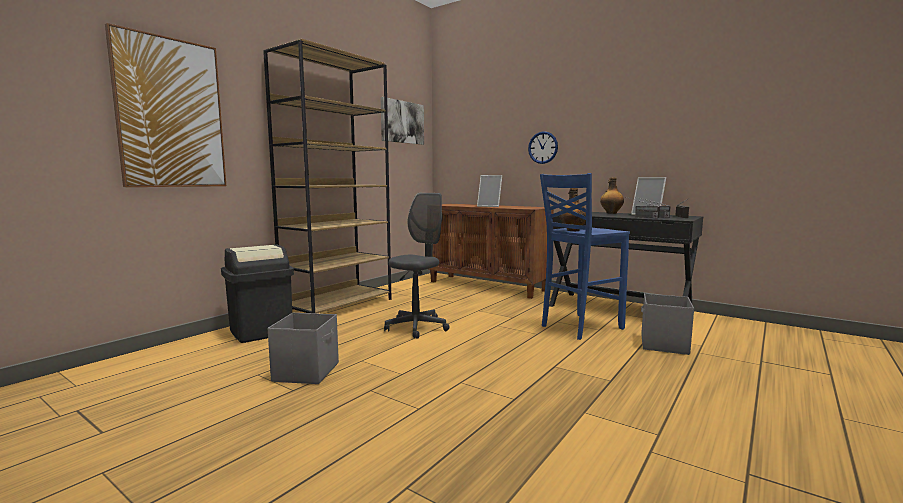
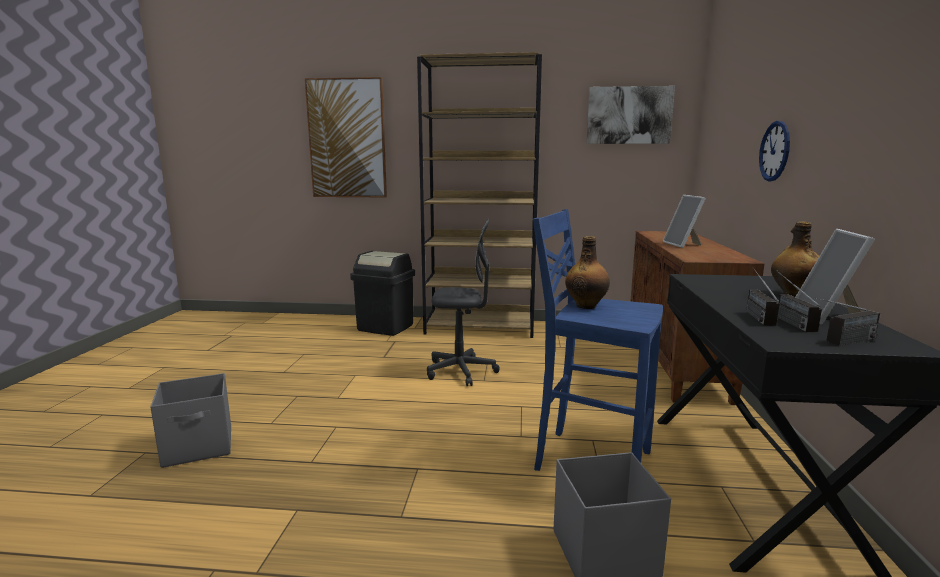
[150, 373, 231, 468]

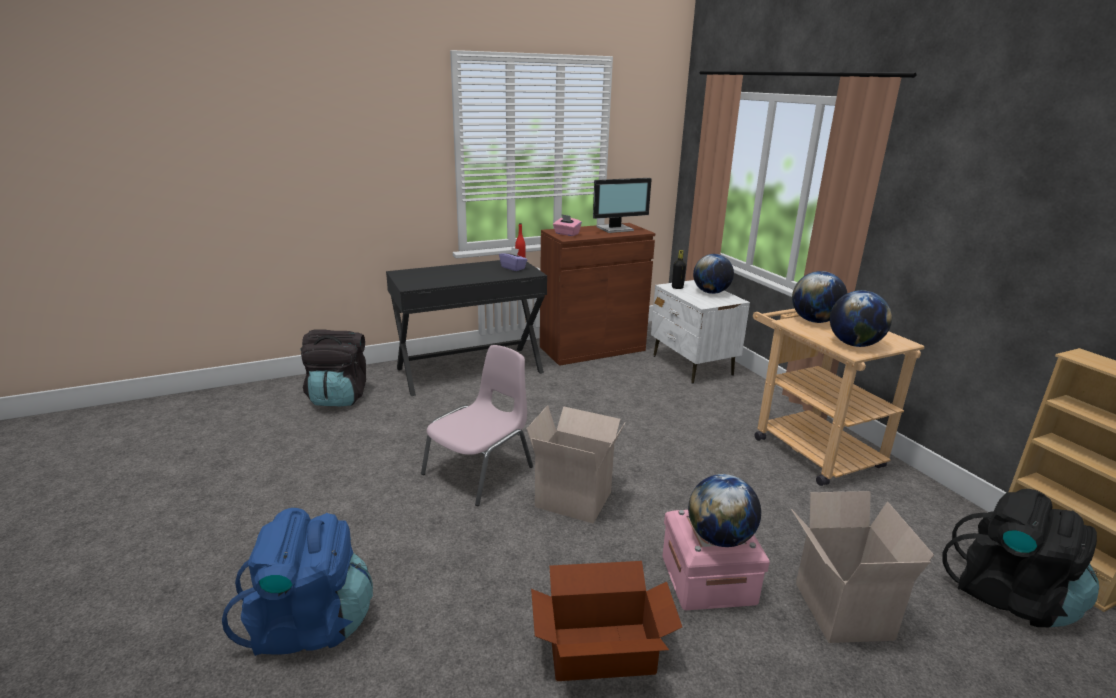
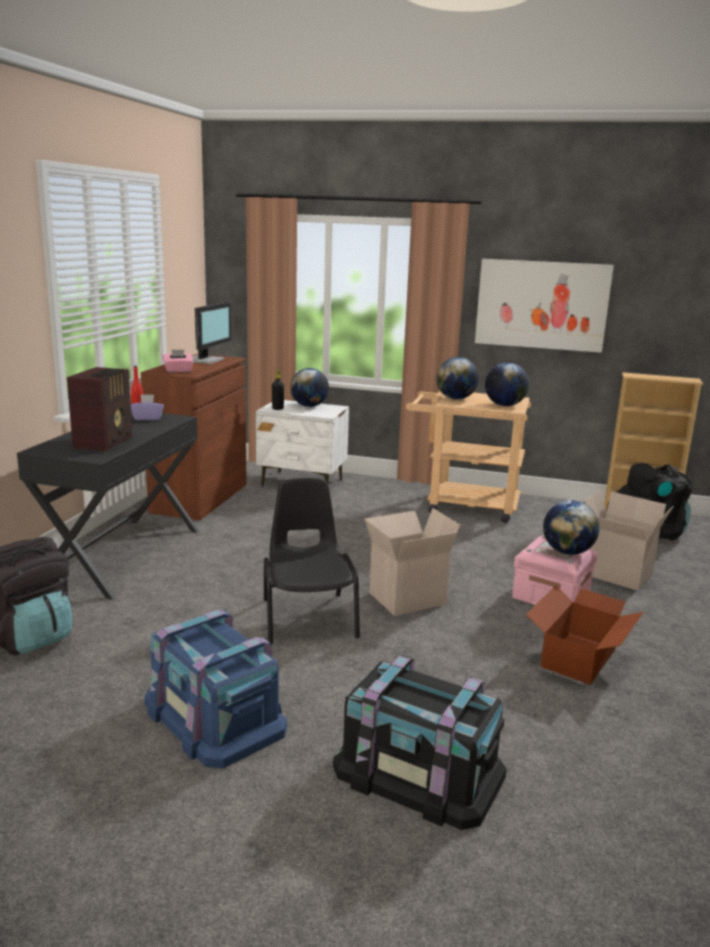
[264, 478, 360, 644]
[333, 655, 506, 830]
[475, 259, 614, 353]
[67, 367, 133, 452]
[144, 609, 287, 768]

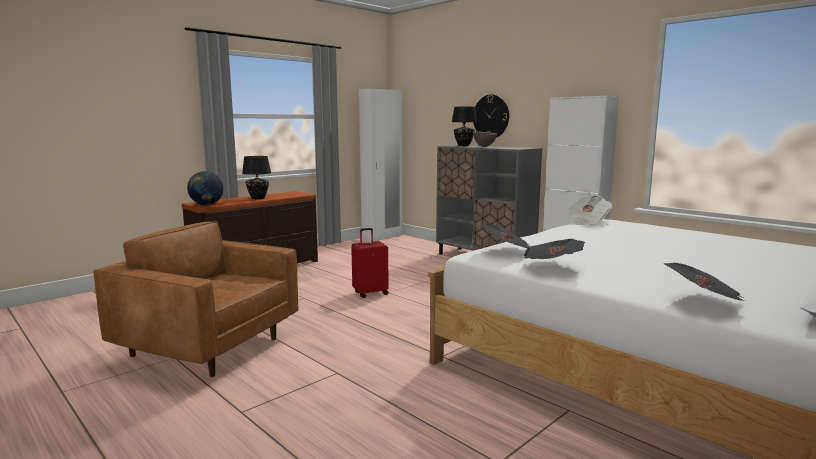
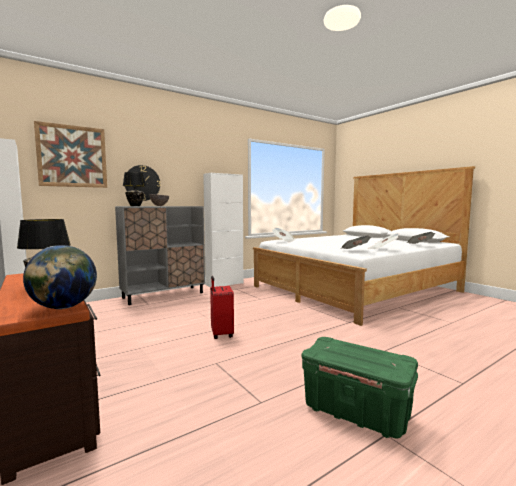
[302, 337, 418, 439]
[34, 121, 107, 188]

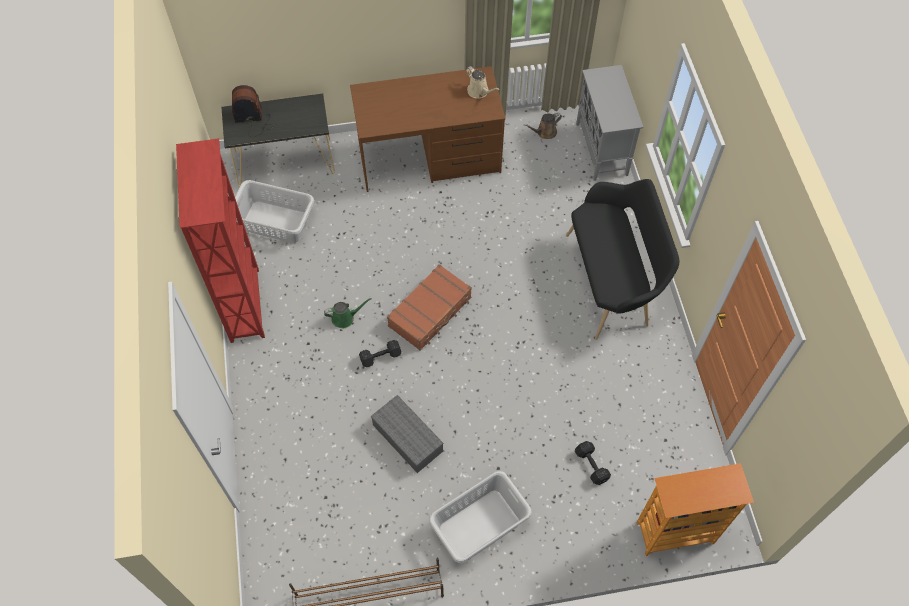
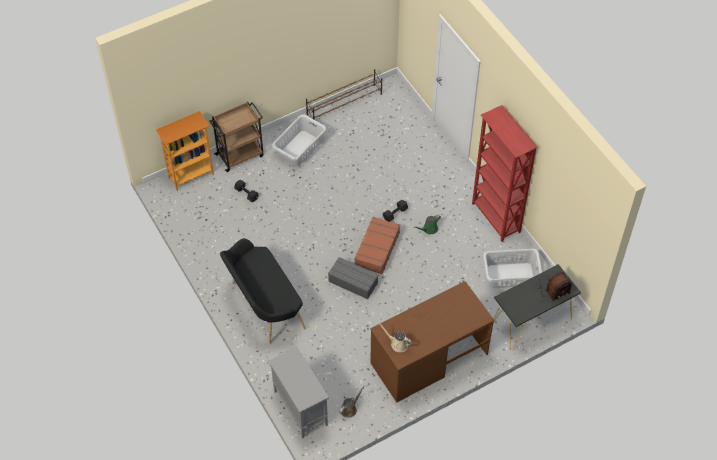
[328, 257, 379, 299]
[209, 102, 264, 172]

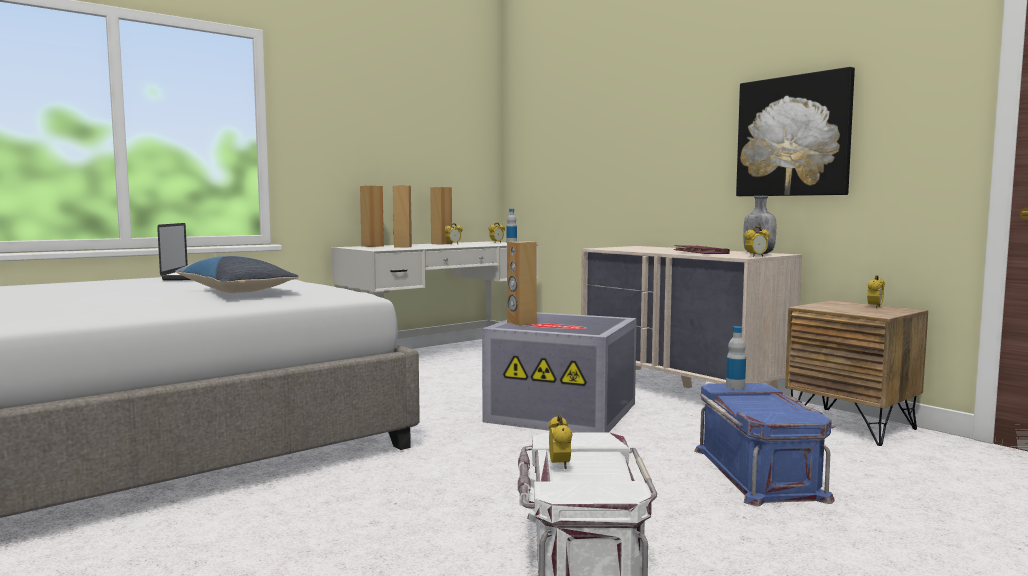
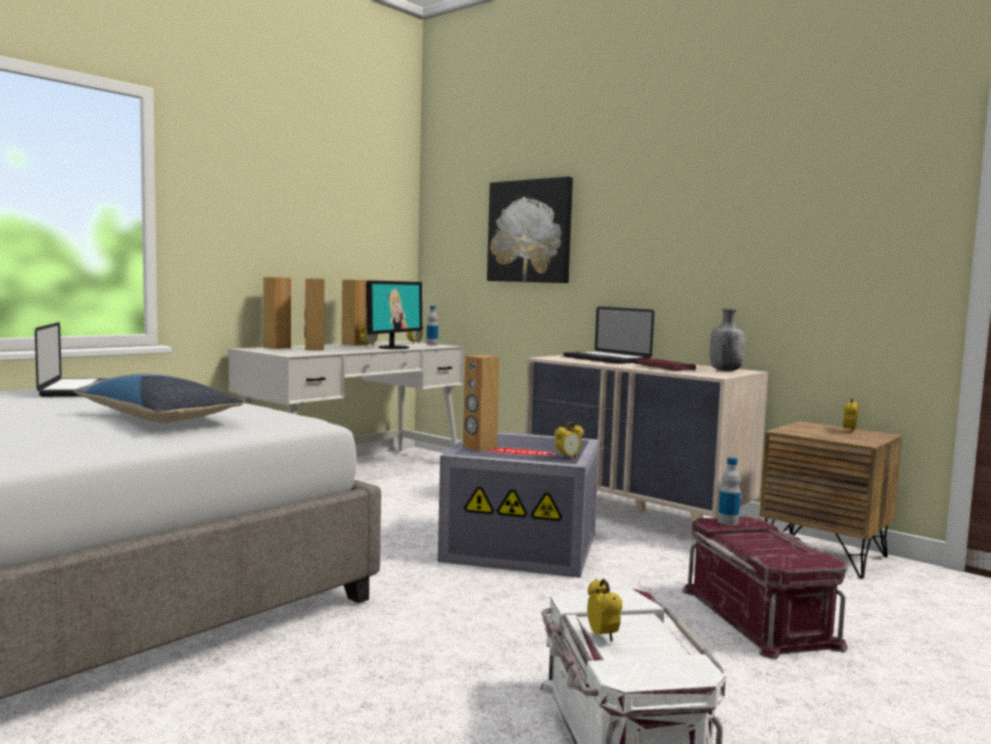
[487, 176, 573, 283]
[554, 422, 584, 459]
[682, 516, 848, 659]
[366, 280, 422, 349]
[563, 306, 654, 364]

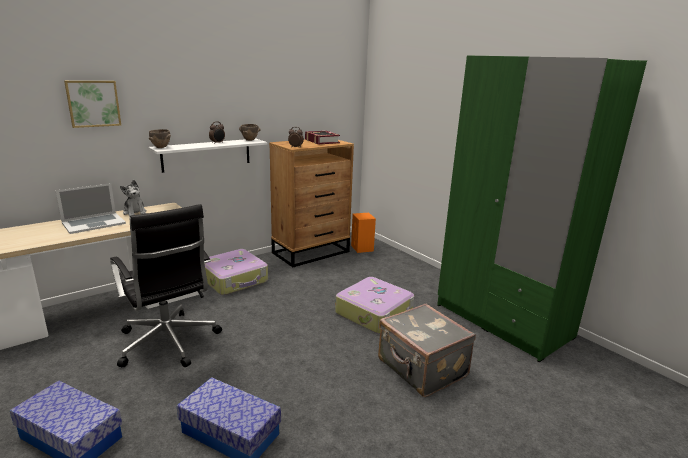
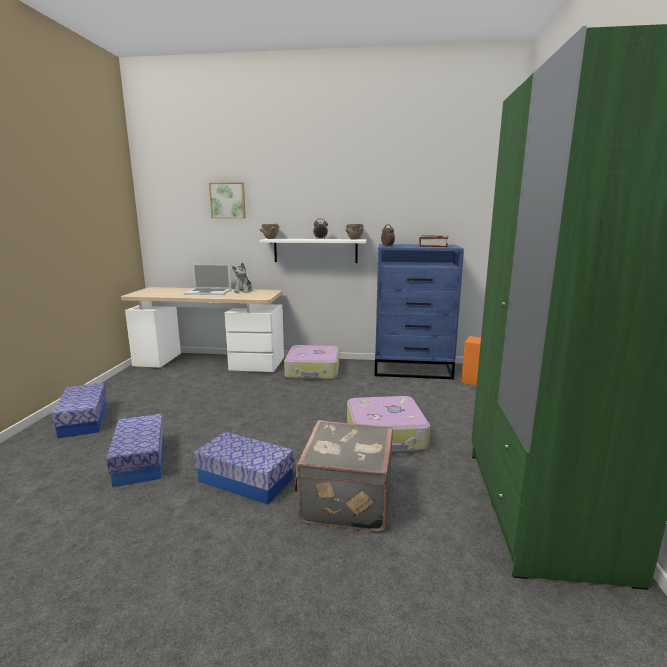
[374, 244, 464, 380]
[110, 204, 222, 367] (first image)
[194, 432, 295, 505]

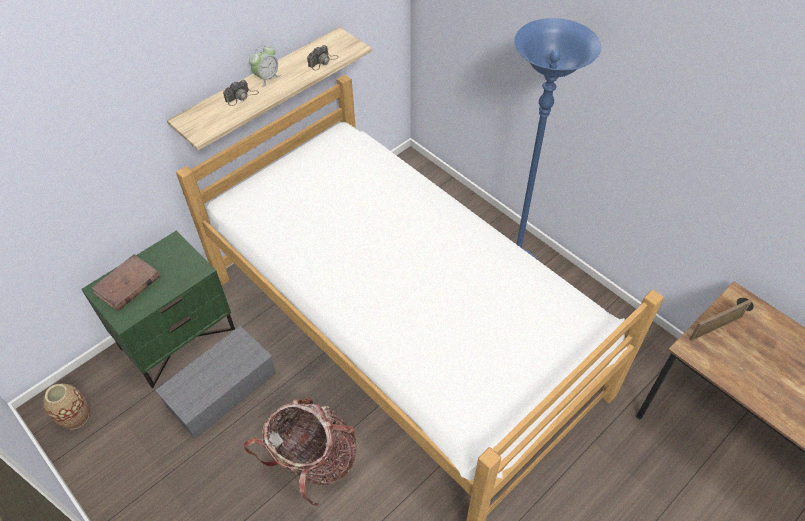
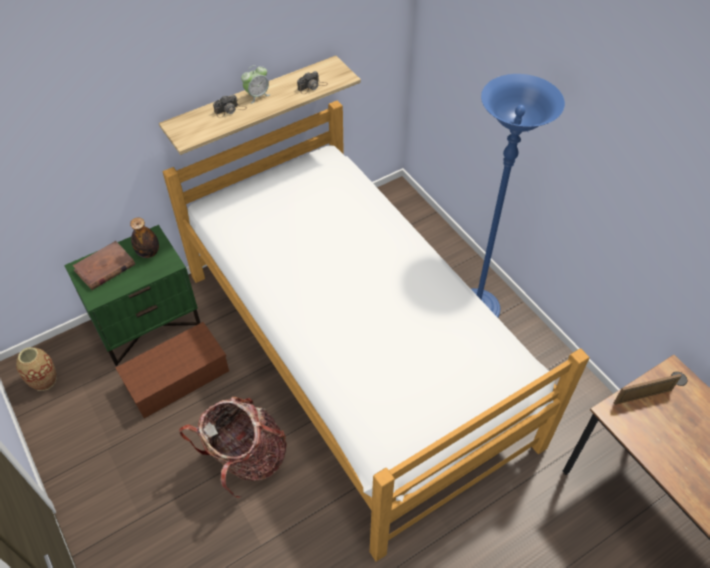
[115, 322, 229, 418]
[130, 217, 159, 258]

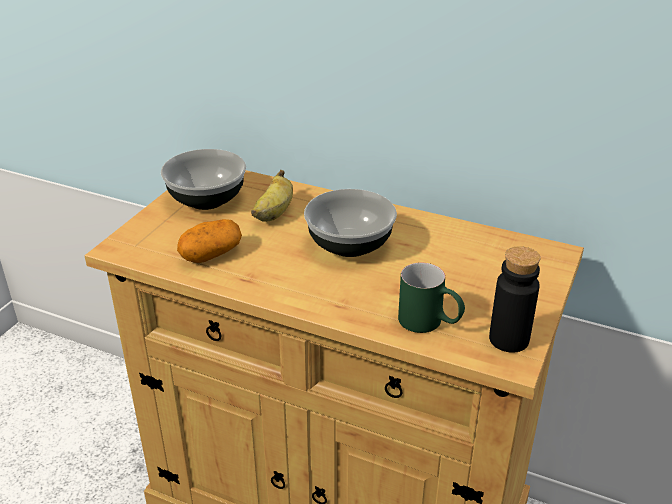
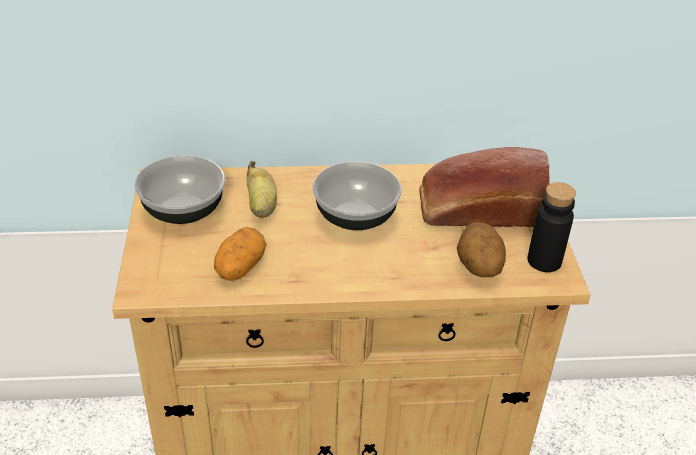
[457, 222, 506, 277]
[419, 147, 550, 227]

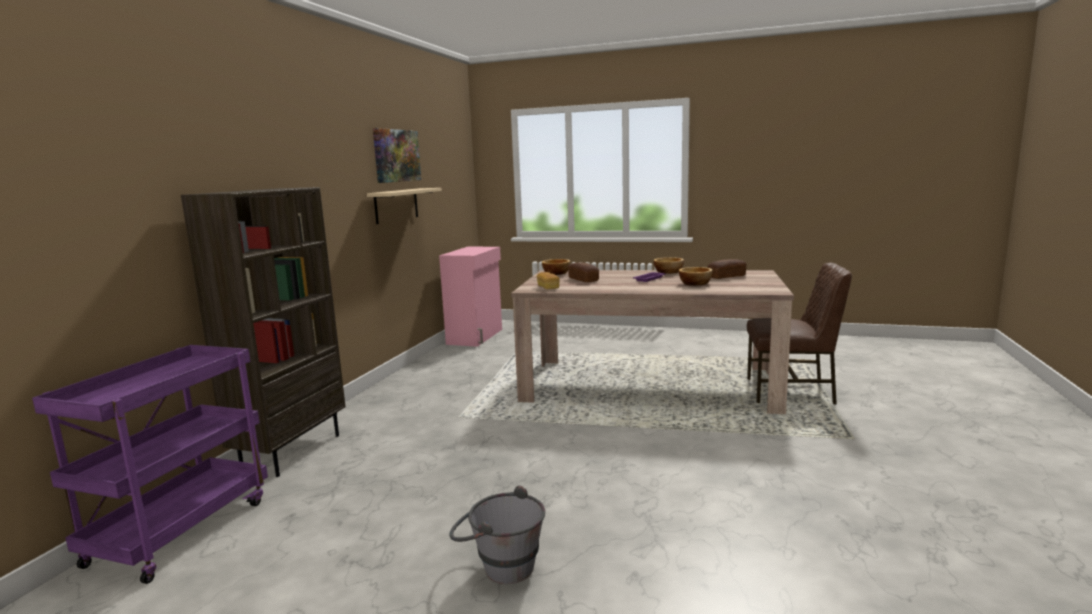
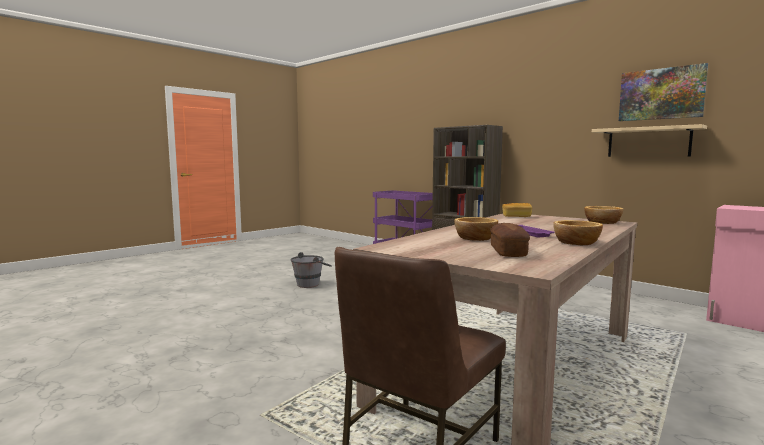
[568, 262, 599, 282] (first image)

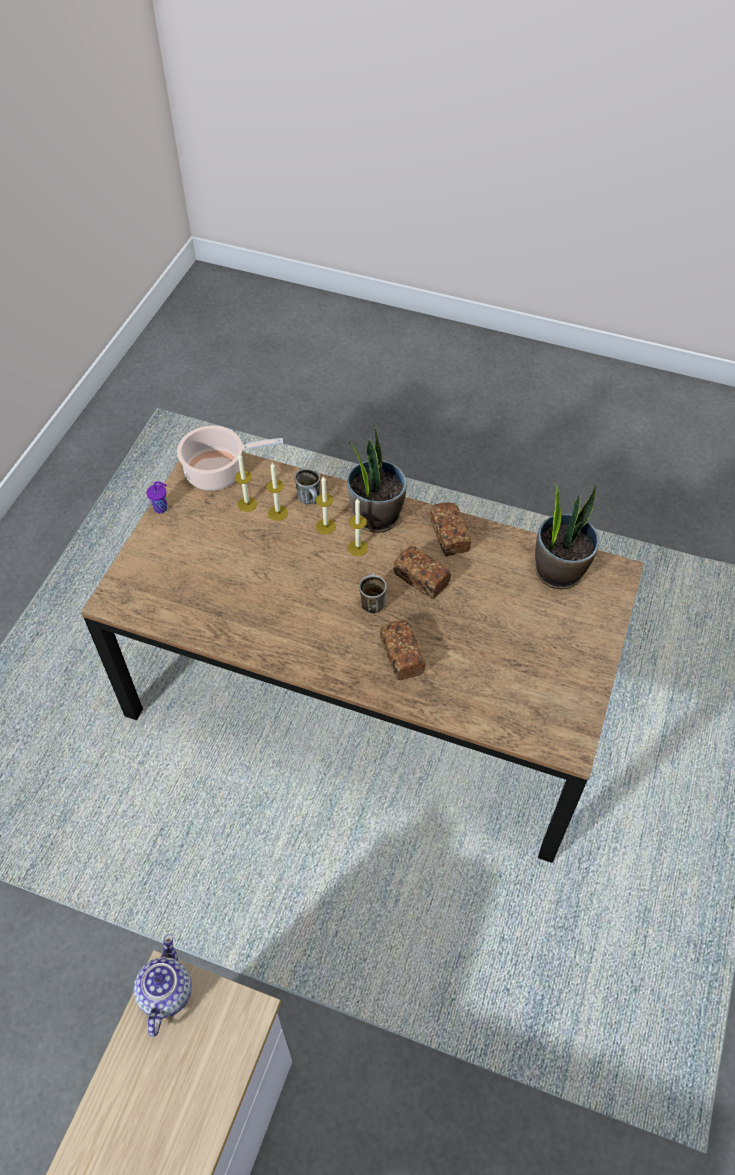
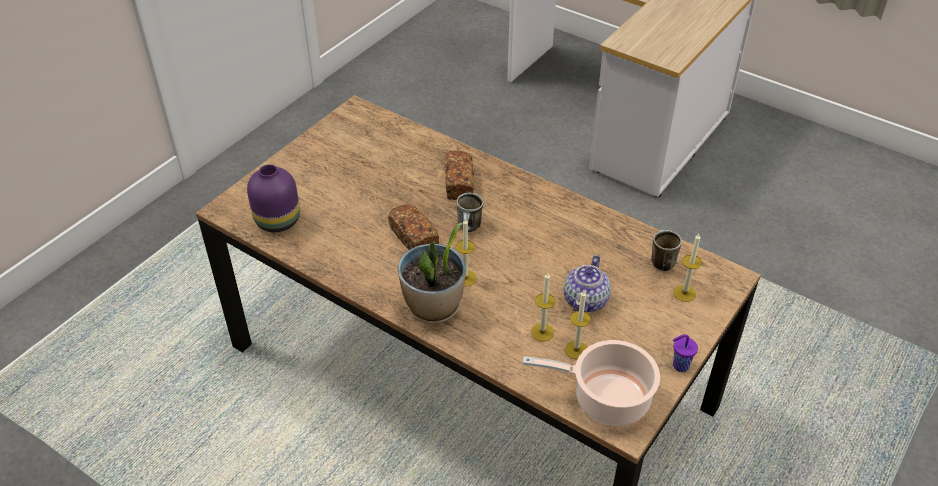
[651, 230, 682, 271]
[674, 234, 702, 302]
[247, 164, 300, 232]
[430, 502, 471, 556] (first image)
[564, 255, 611, 312]

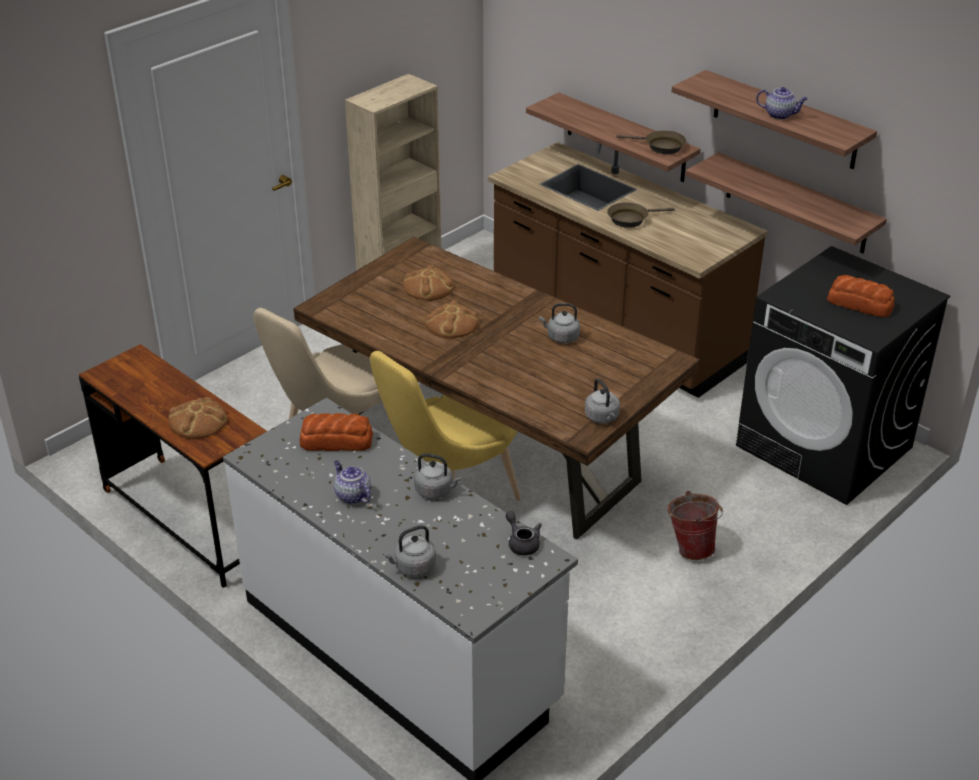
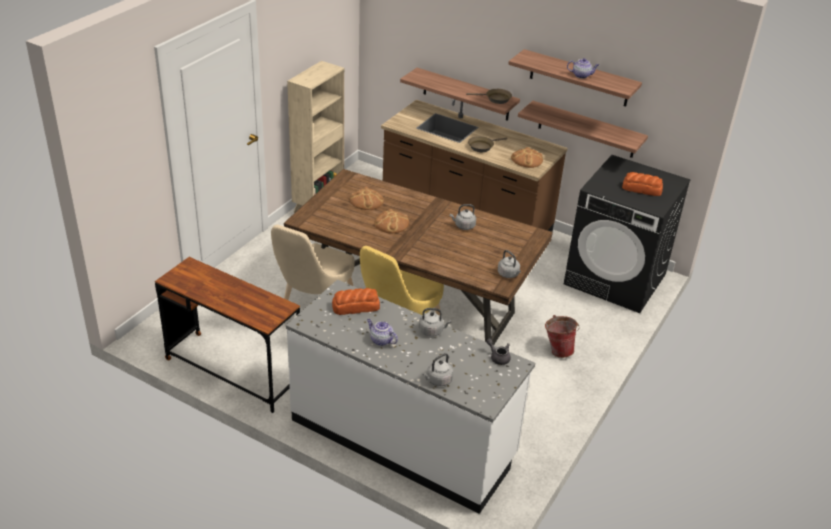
[511, 147, 543, 168]

